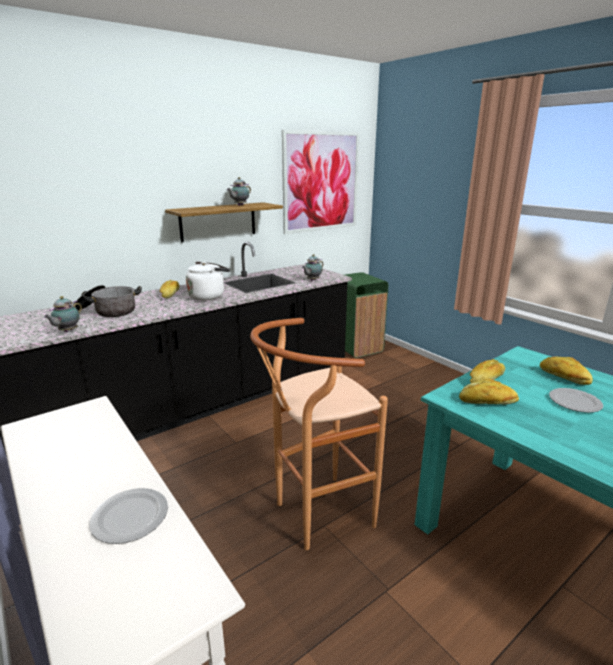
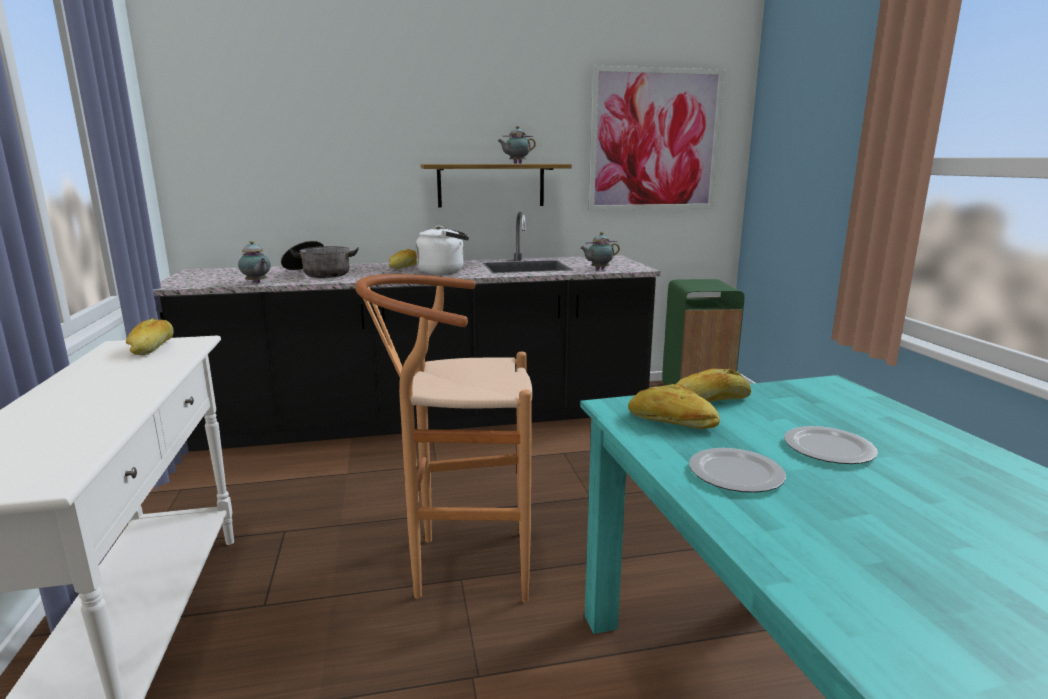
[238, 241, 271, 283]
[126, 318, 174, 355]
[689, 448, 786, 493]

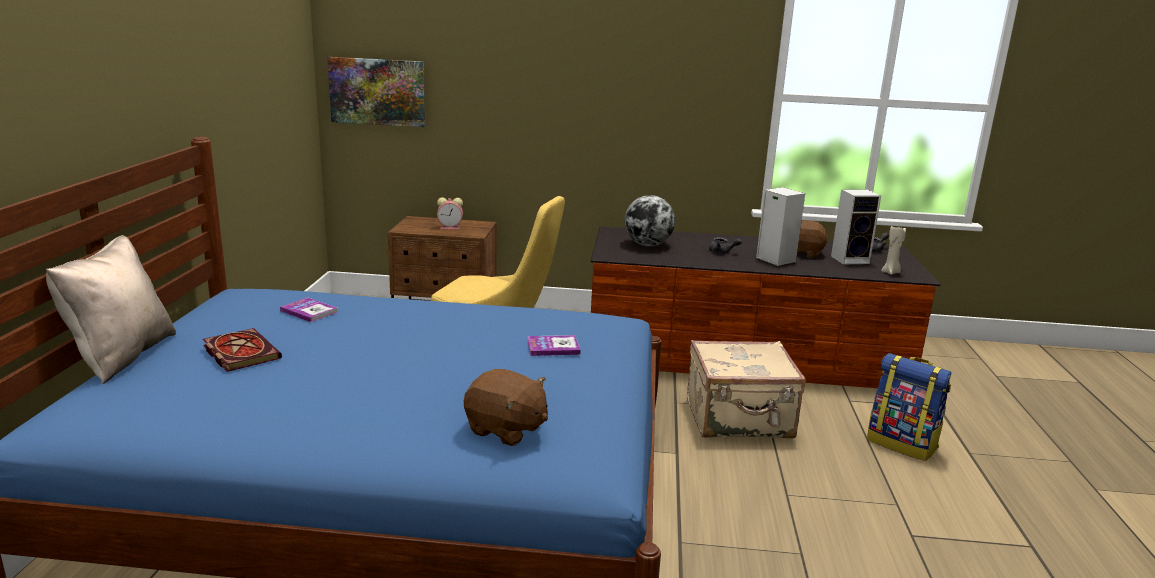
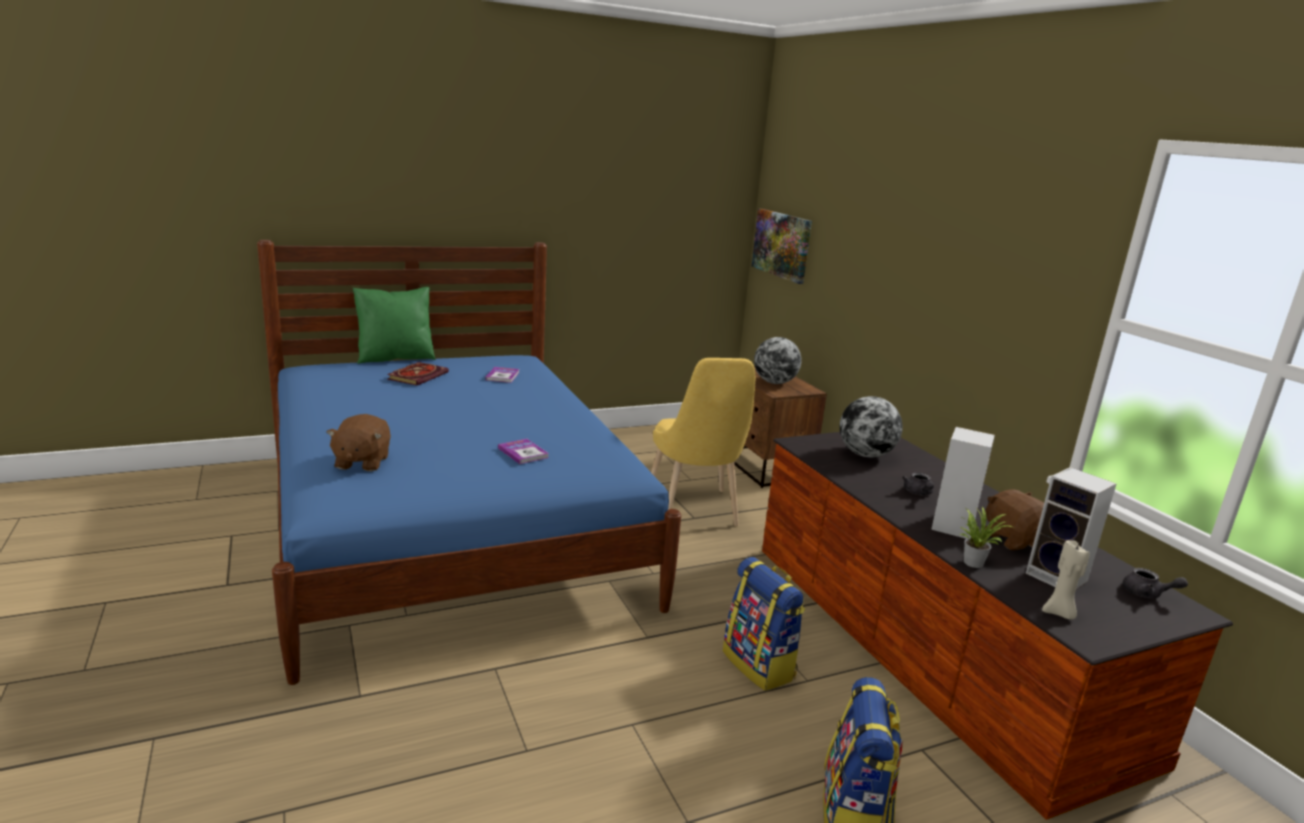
[754, 337, 802, 384]
[353, 287, 436, 364]
[723, 557, 805, 691]
[960, 506, 1015, 568]

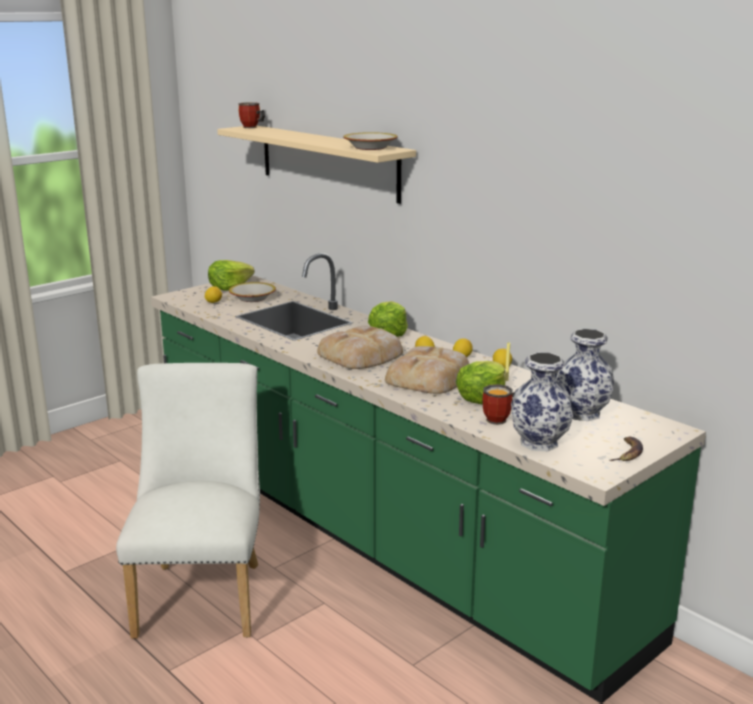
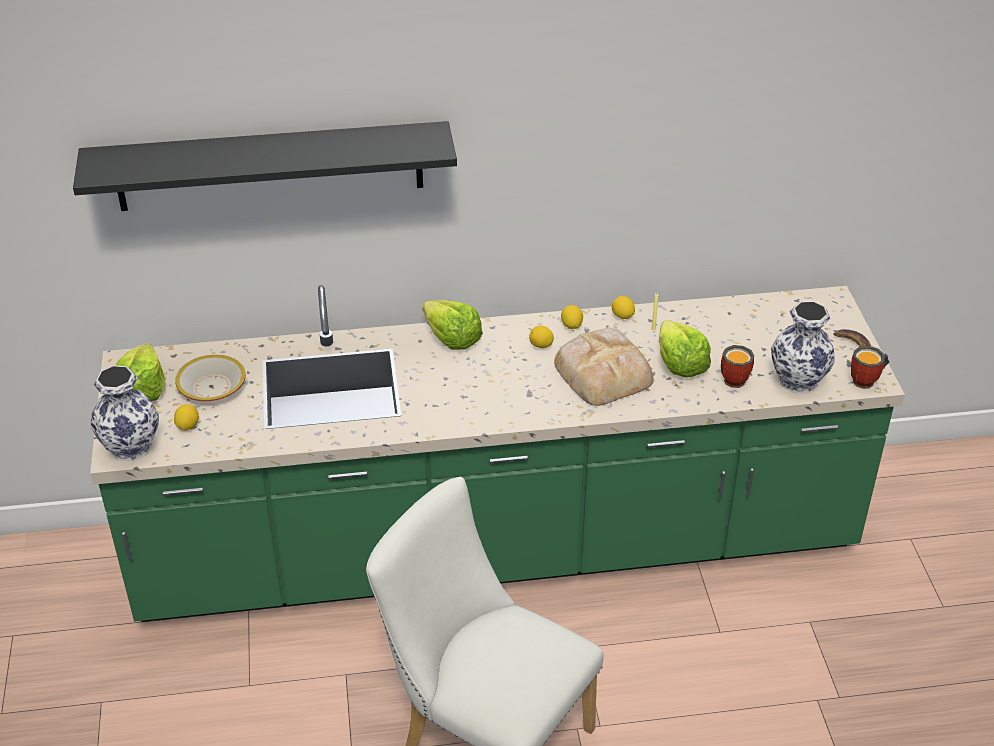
[851, 346, 889, 389]
[73, 121, 457, 211]
[343, 132, 398, 150] (first image)
[317, 326, 403, 369] (first image)
[90, 365, 159, 462]

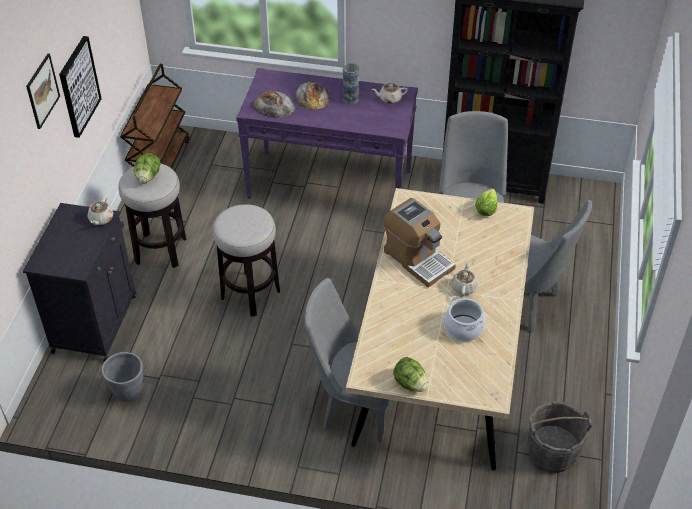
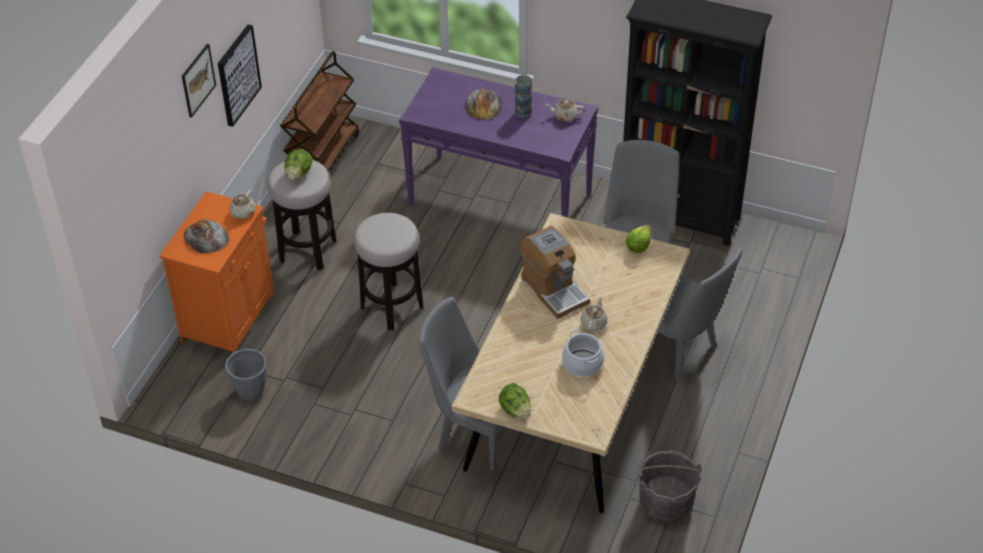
[183, 220, 229, 253]
[159, 191, 275, 353]

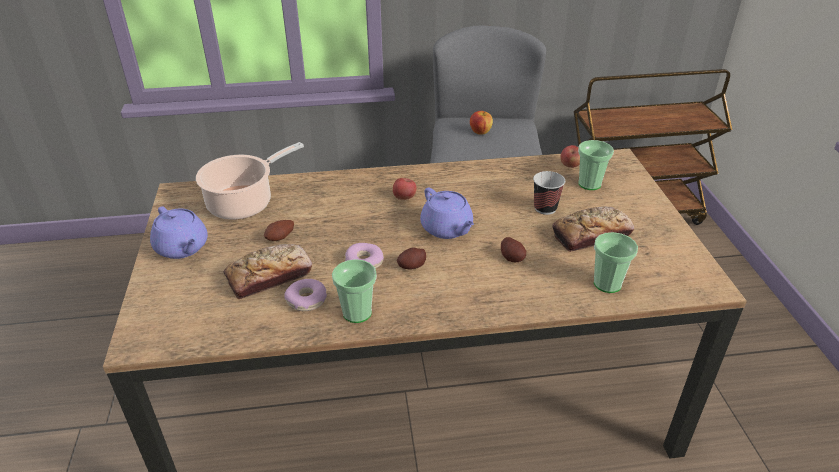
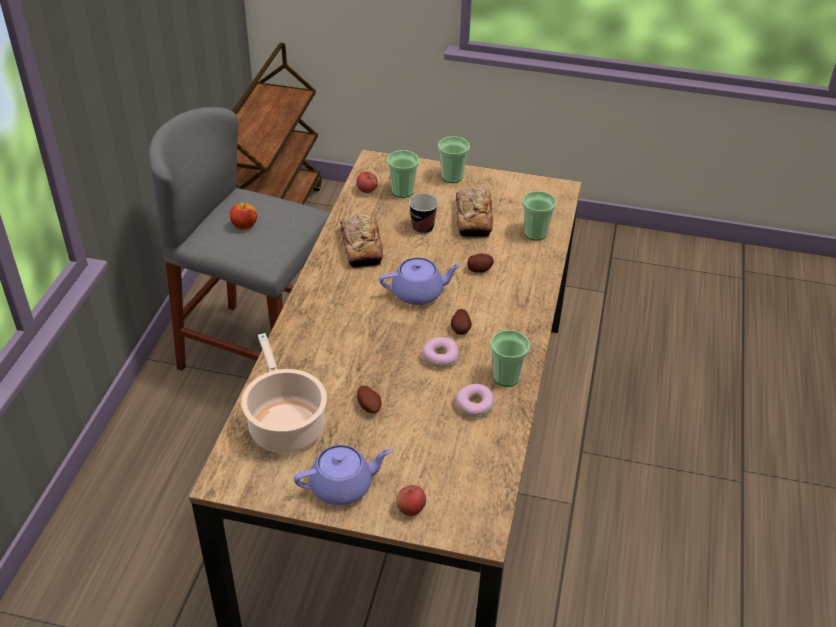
[396, 485, 426, 516]
[340, 214, 383, 268]
[438, 136, 470, 183]

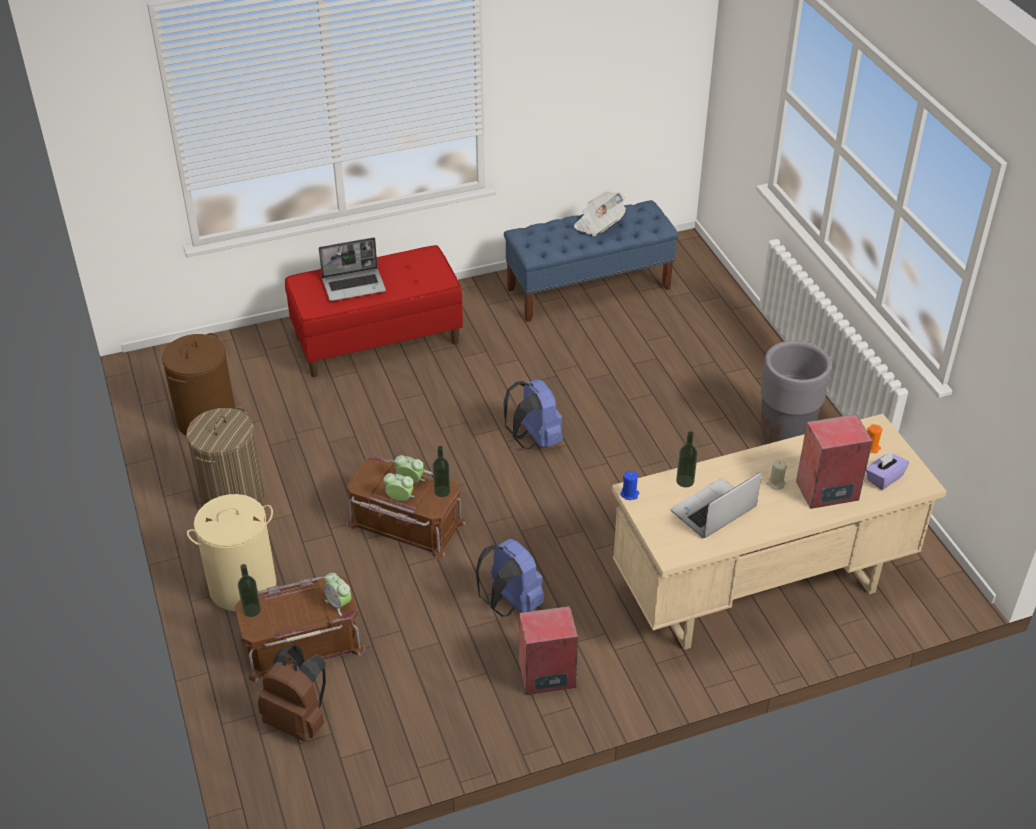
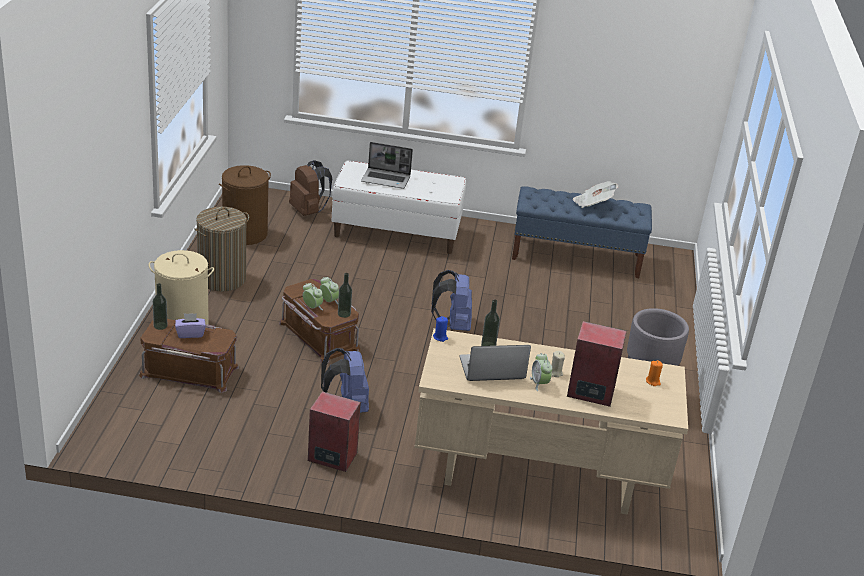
[332, 161, 466, 254]
[175, 313, 206, 338]
[530, 353, 552, 391]
[289, 160, 332, 216]

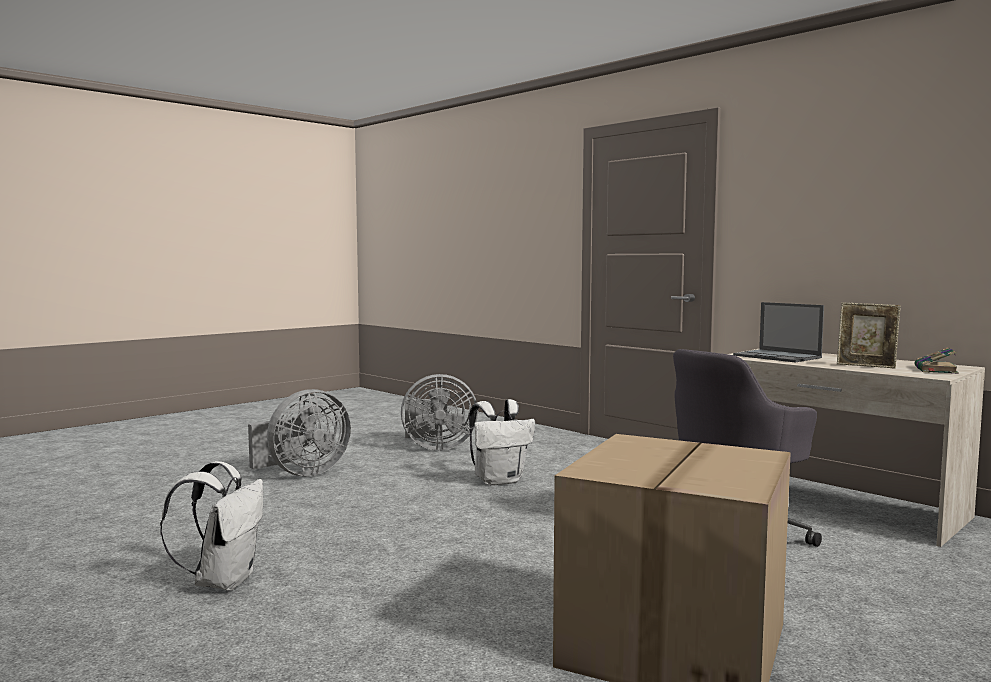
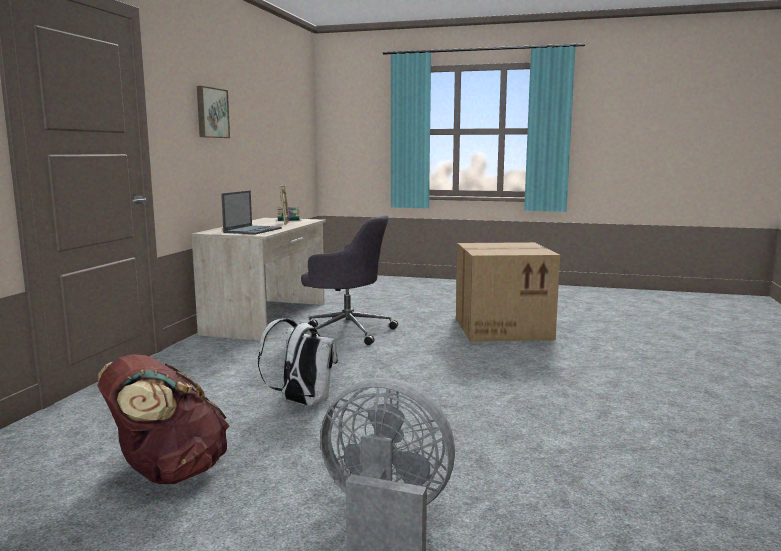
[97, 354, 230, 484]
[160, 461, 263, 591] (first image)
[197, 86, 230, 138]

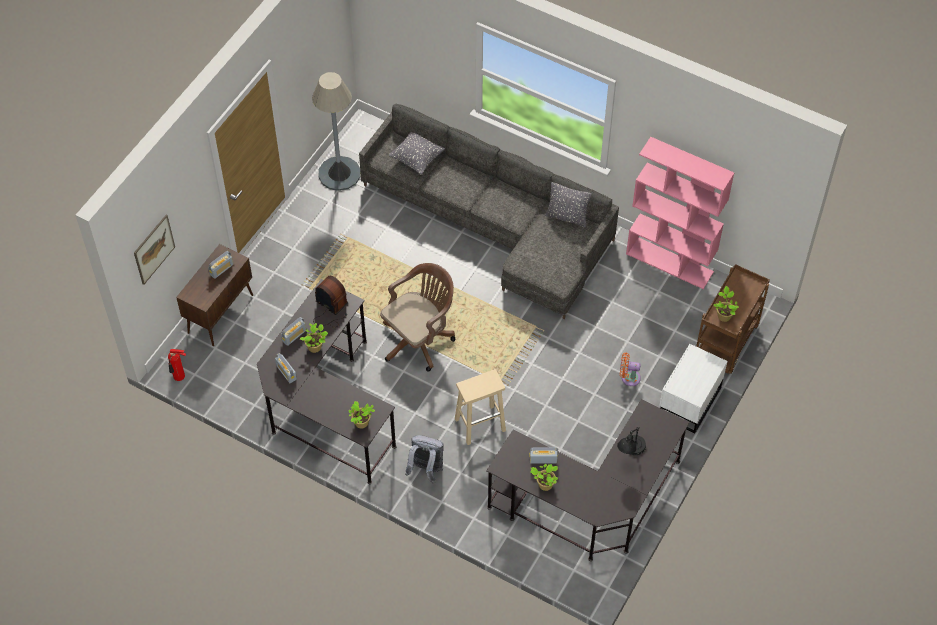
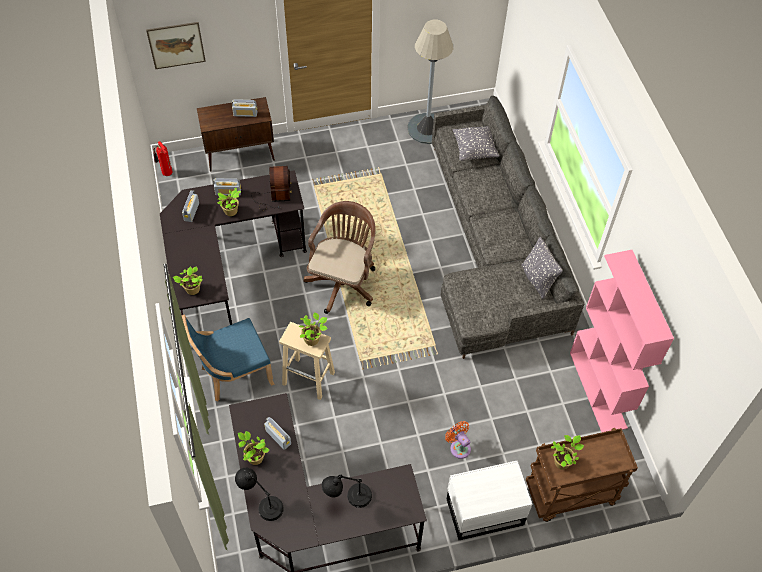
[304, 201, 376, 314]
[182, 314, 274, 402]
[299, 312, 328, 346]
[235, 468, 284, 521]

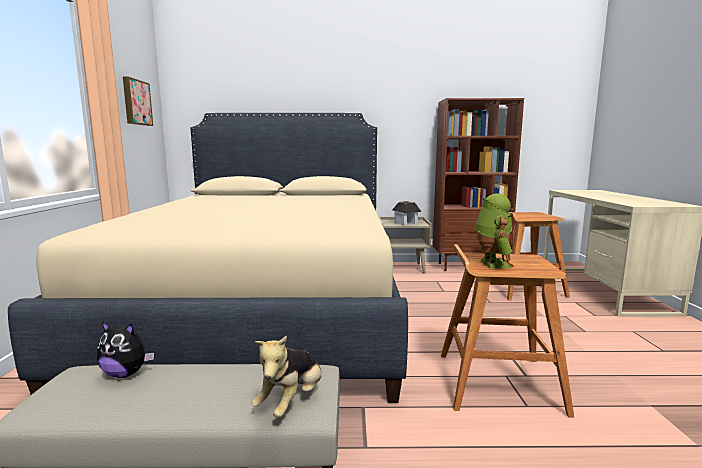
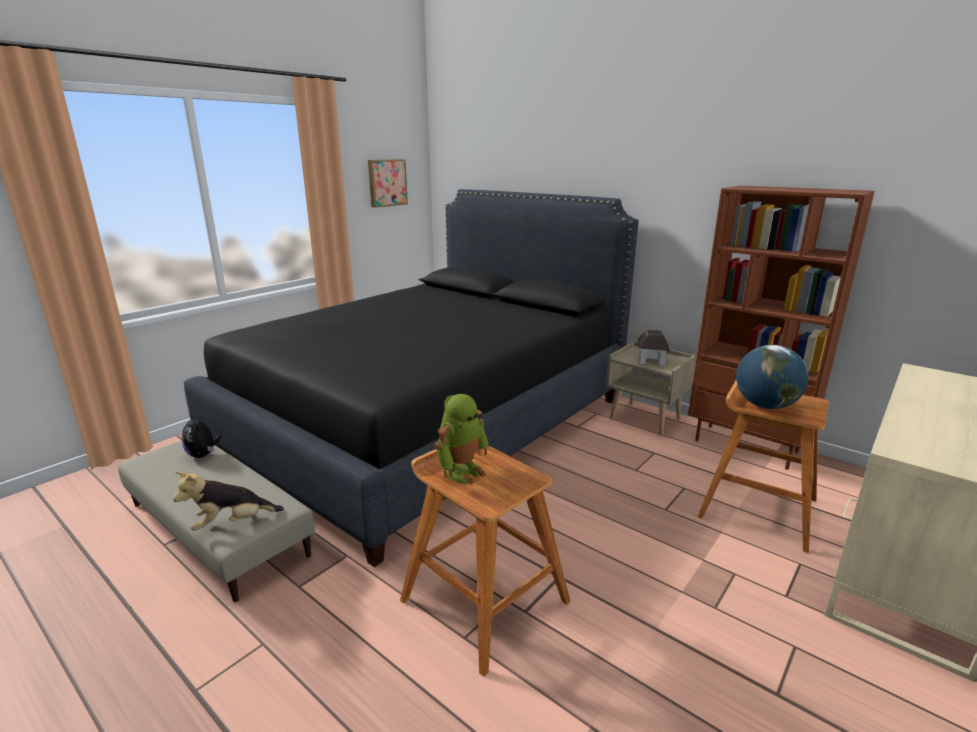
[184, 189, 639, 567]
[736, 345, 809, 409]

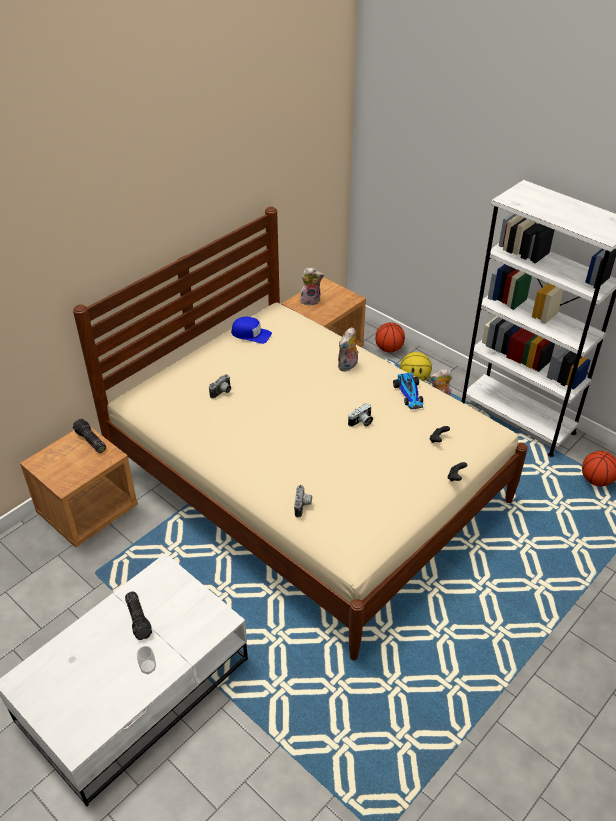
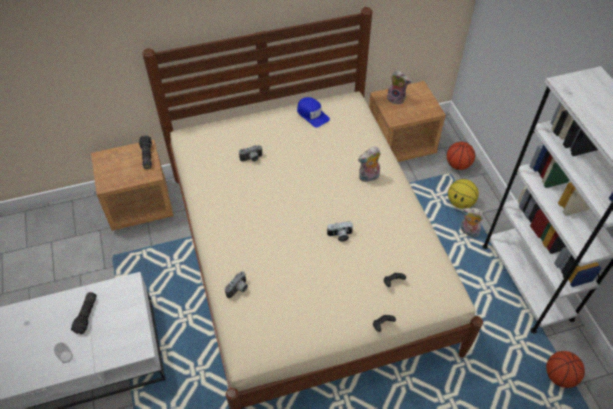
[393, 373, 423, 409] (first image)

